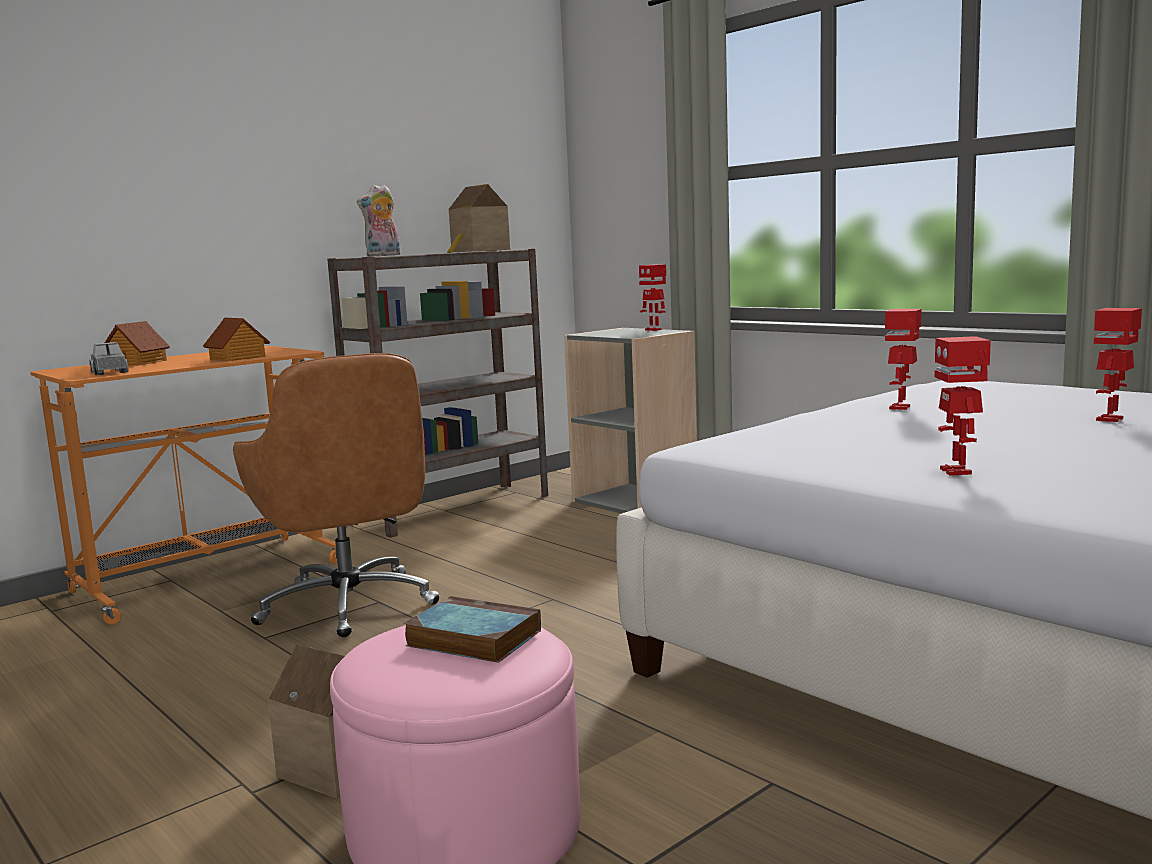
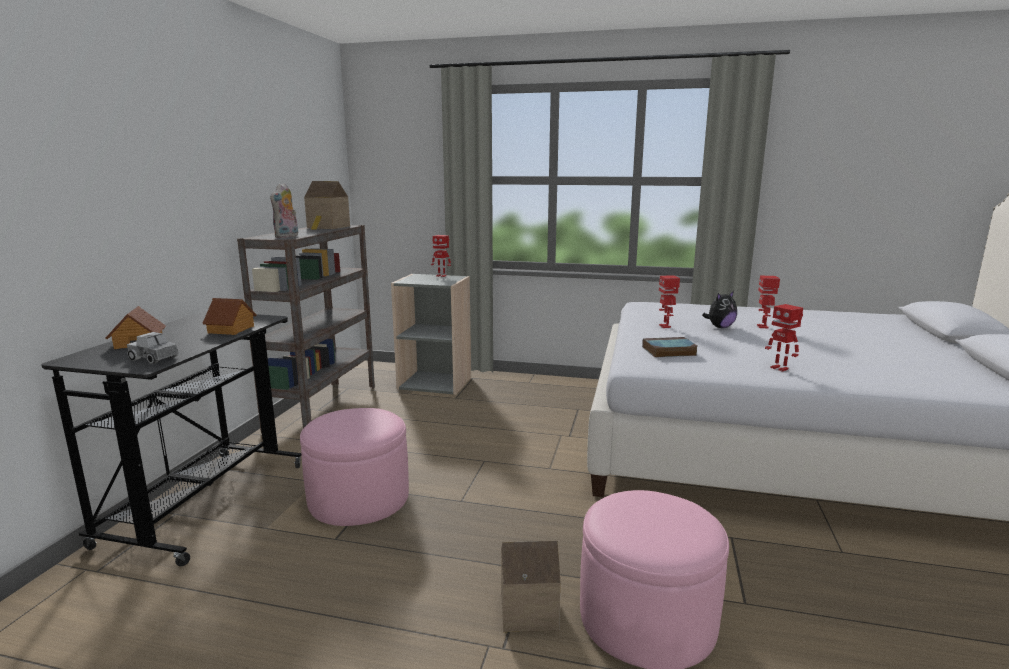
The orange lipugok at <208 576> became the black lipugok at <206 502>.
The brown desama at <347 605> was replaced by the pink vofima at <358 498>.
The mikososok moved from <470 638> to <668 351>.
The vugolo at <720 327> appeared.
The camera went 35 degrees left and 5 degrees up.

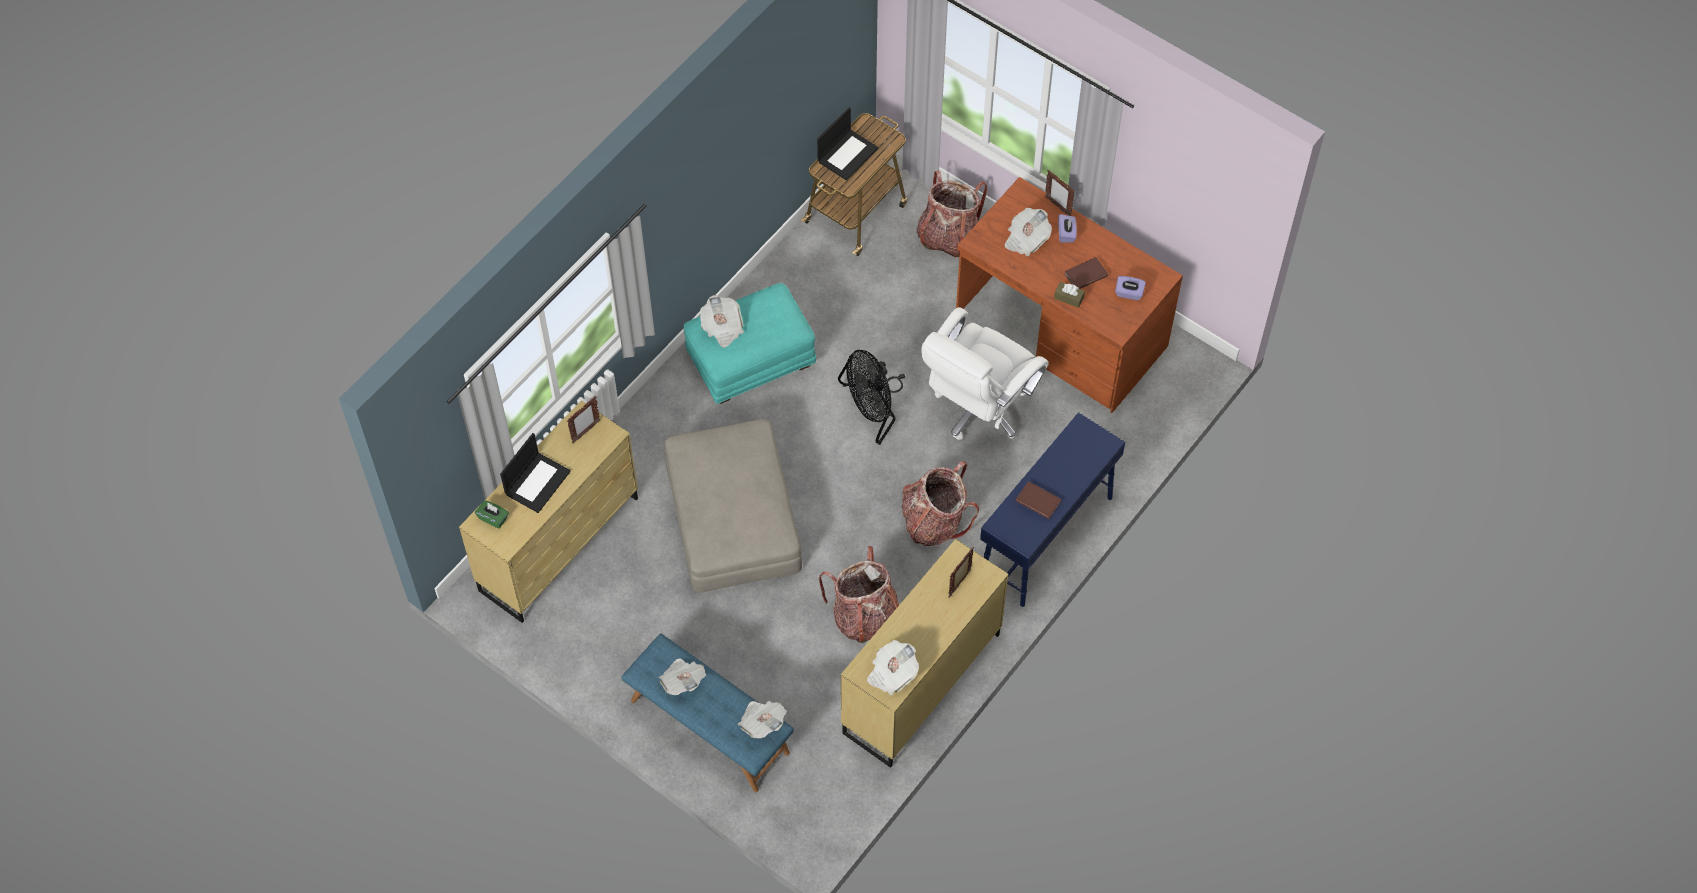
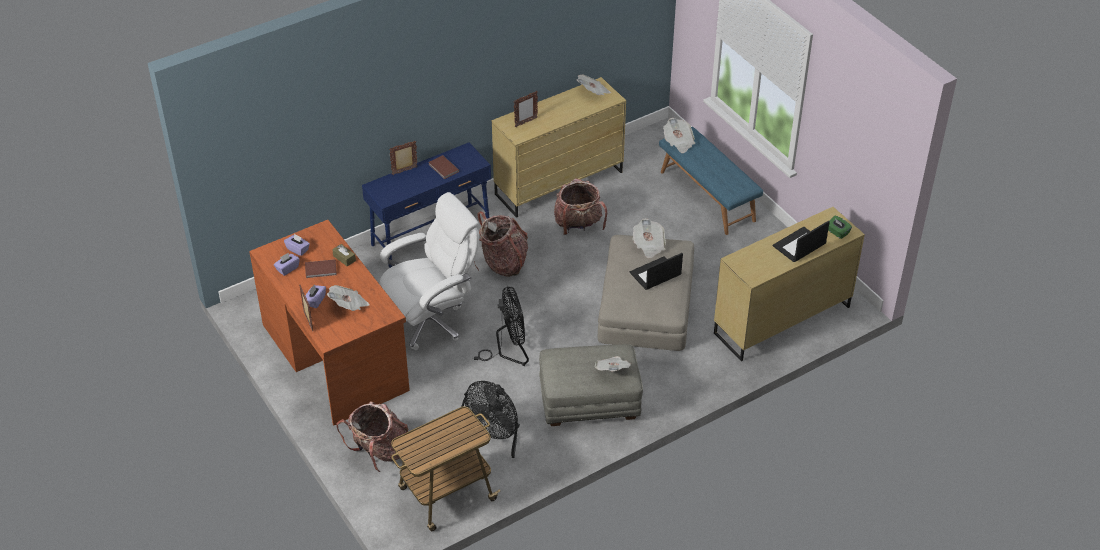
The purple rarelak at <287 268> appeared.
The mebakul moved from <585 432> to <405 171>.
The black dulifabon at <494 431> appeared.
The turquoise vofima at <751 360> became the grey vofima at <589 403>.
The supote moved from <847 154> to <655 274>.
The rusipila moved from <683 681> to <648 245>.
The camera went 160 degrees left and 15 degrees down.

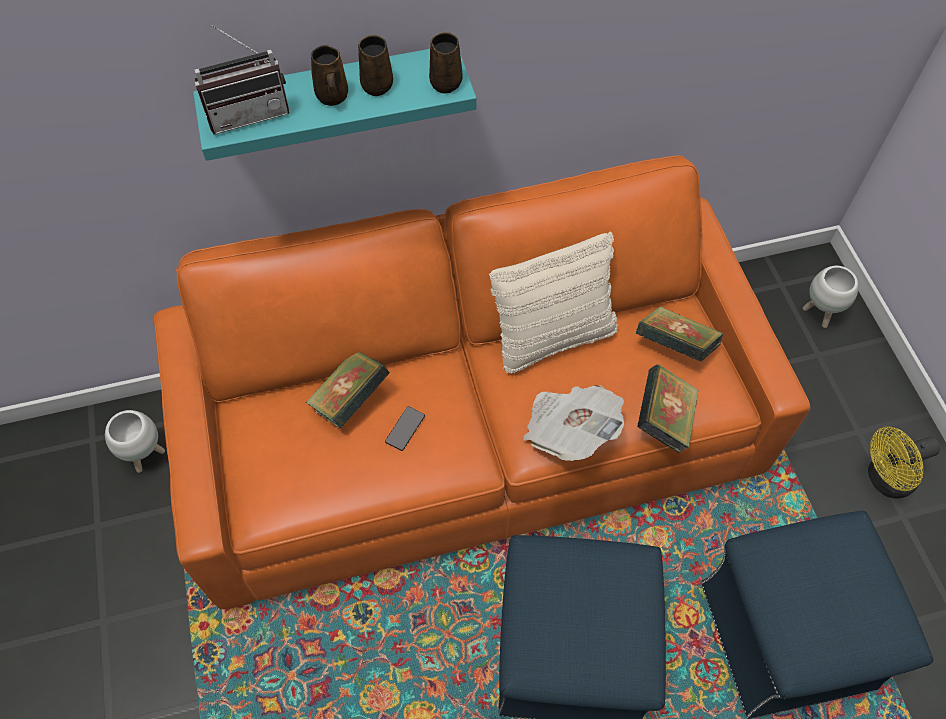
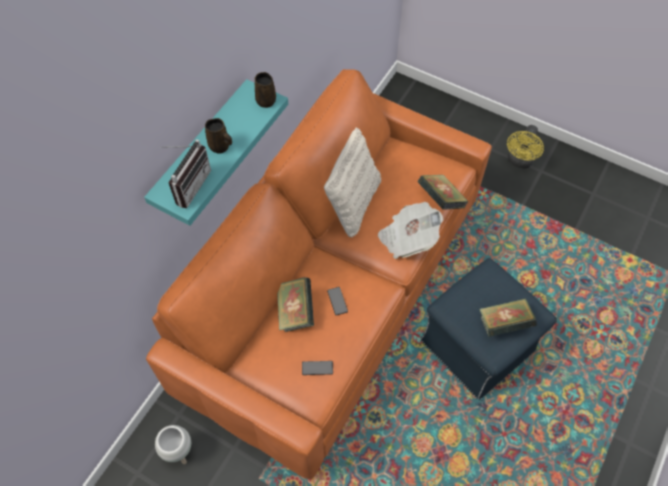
The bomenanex at <317 368> appeared.
The mikososok moved from <675 346> to <504 324>.
The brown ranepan at <378 84> disappeared.
The blue vofima at <784 632> disappeared.
The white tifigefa at <819 314> disappeared.
The camera went 45 degrees left and 0 degrees up.

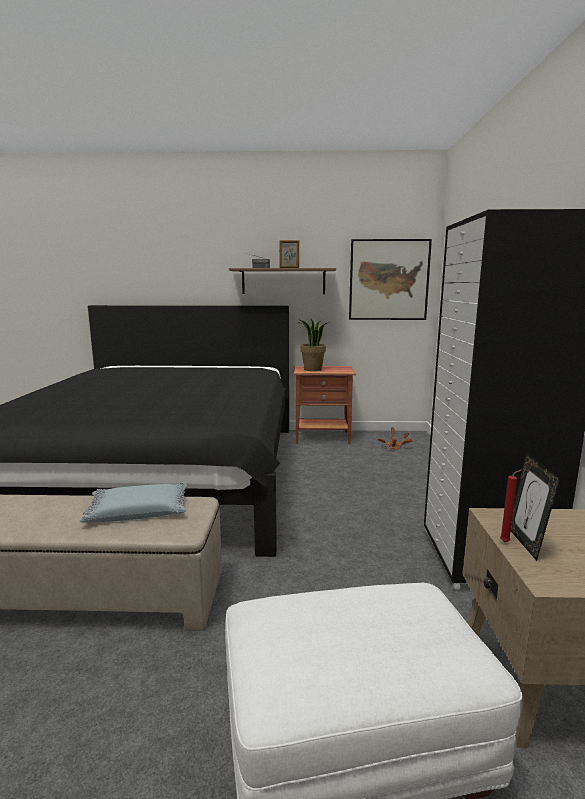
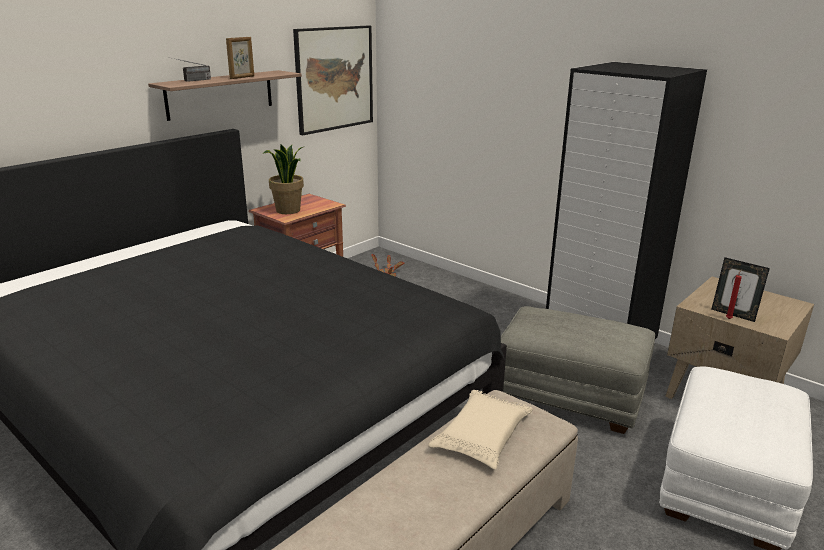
The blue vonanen at <138 509> became the beige vonanen at <482 434>.
The grey vofima at <570 395> appeared.
The camera went 50 degrees left and 10 degrees up.

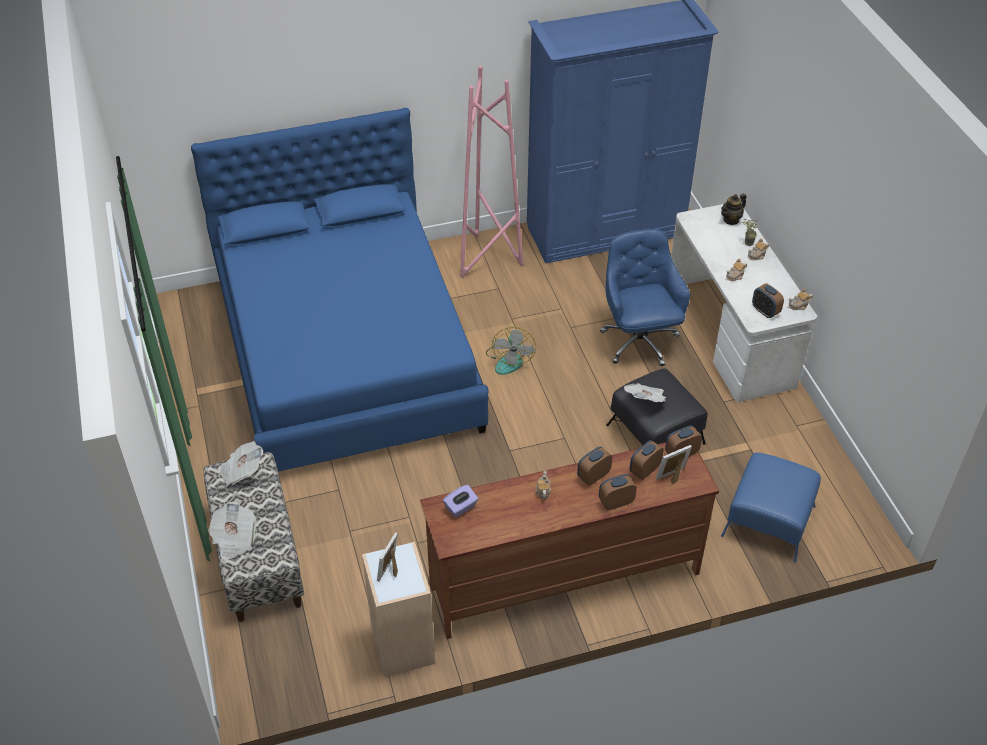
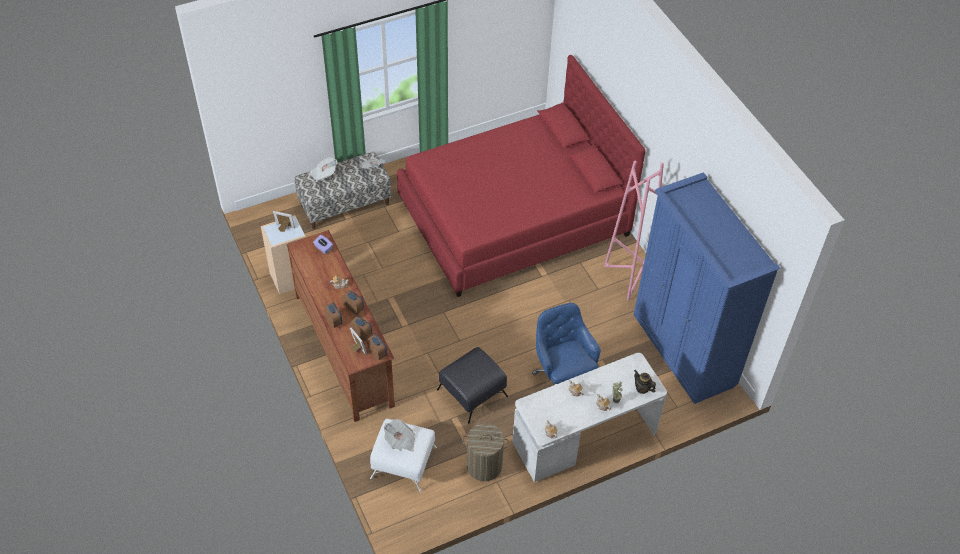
The blue vofima at <768 521> became the white vofima at <403 462>.
The rusipila moved from <645 400> to <400 441>.
The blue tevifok at <347 353> became the red tevifok at <513 216>.
The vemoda at <484 466> appeared.
The blue desama at <639 341> turned 90 degrees counterclockwise.
The dulifabon at <509 359> disappeared.
The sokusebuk at <765 311> disappeared.
The camera went 80 degrees right and 5 degrees up.

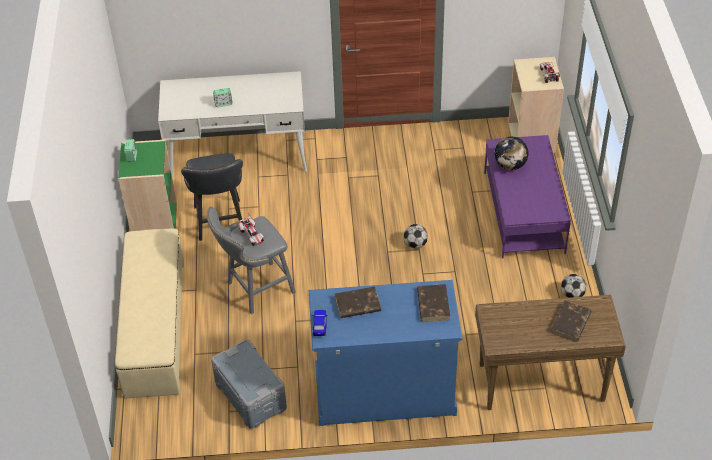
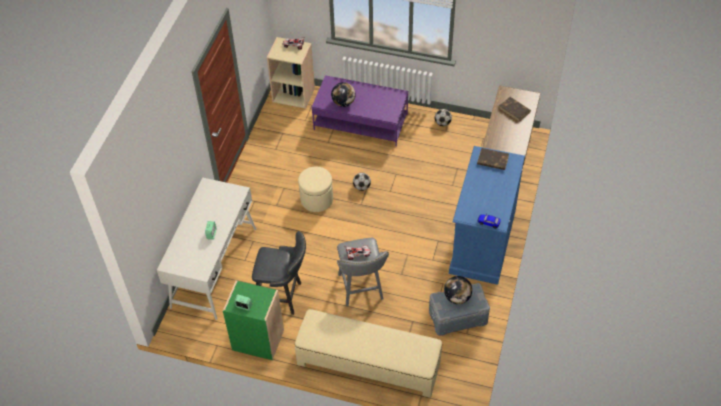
The beige vofima at <316 199> appeared.
The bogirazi at <457 297> appeared.
The brown mikososok at <357 305> disappeared.
The camera went 70 degrees left and 5 degrees up.

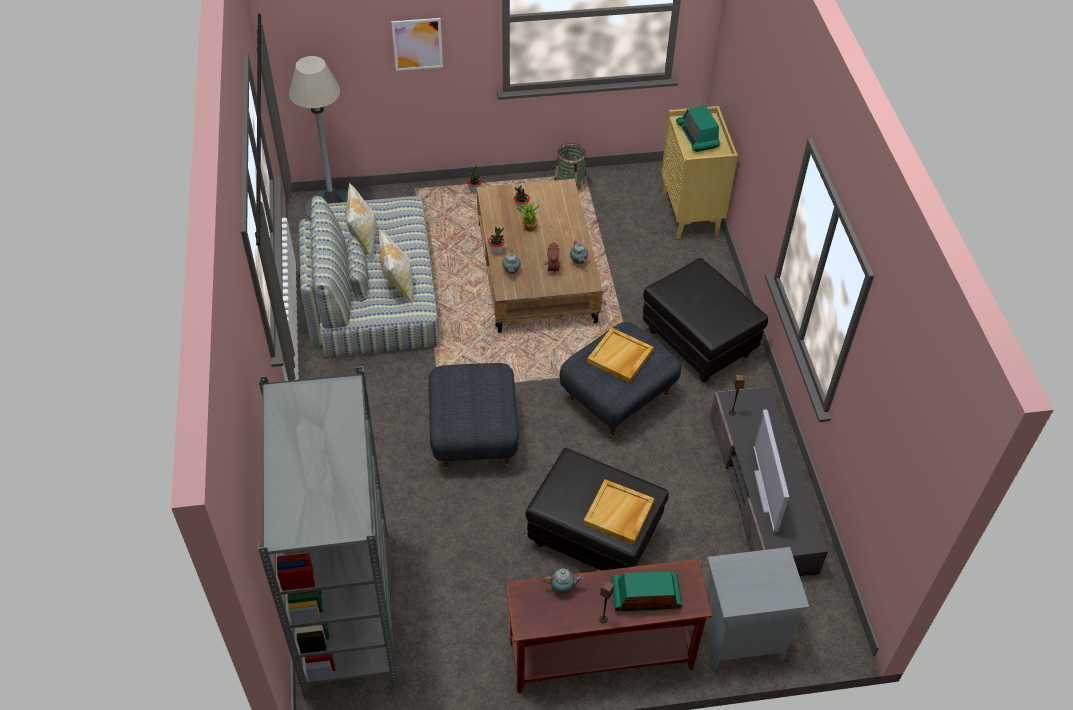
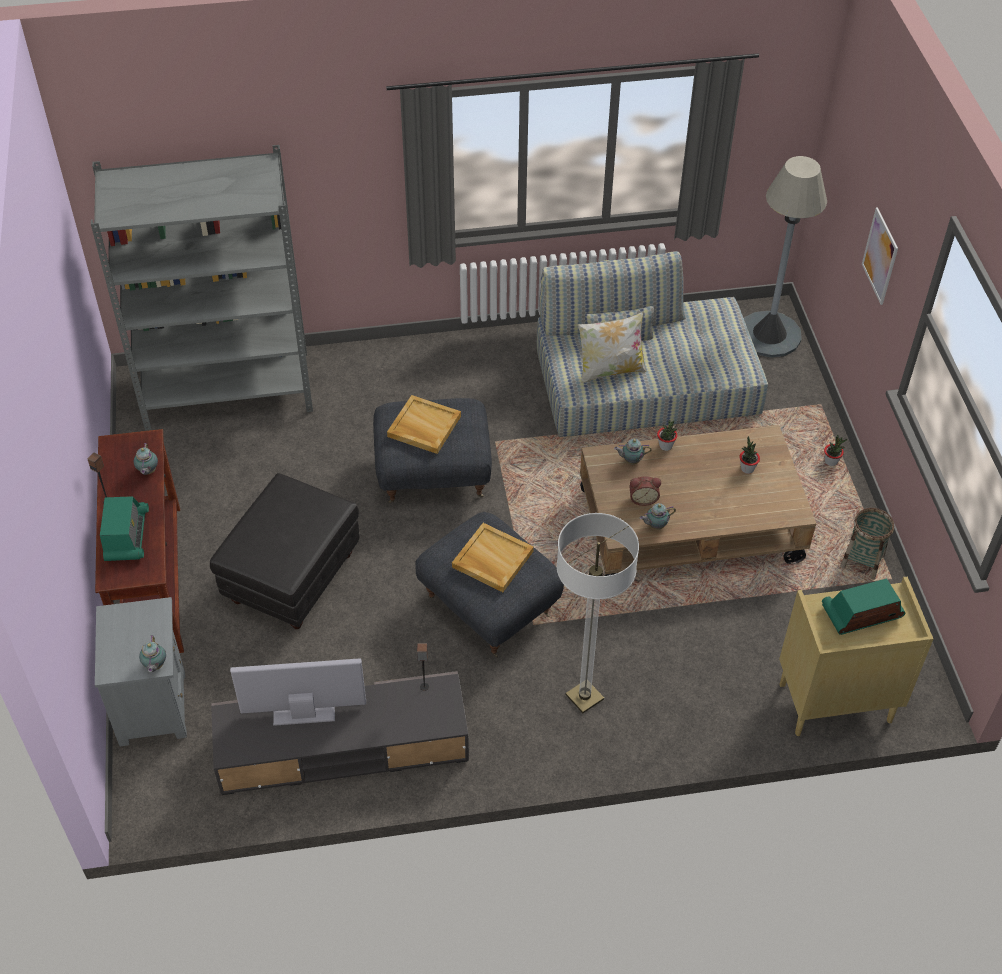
The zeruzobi at <155 666> appeared.
The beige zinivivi moved from <619 514> to <423 426>.
The black vofima at <699 342> was replaced by the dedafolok at <584 697>.
The vonanen at <363 240> disappeared.
The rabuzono at <528 228> disappeared.
The camera went 90 degrees right and 0 degrees up.

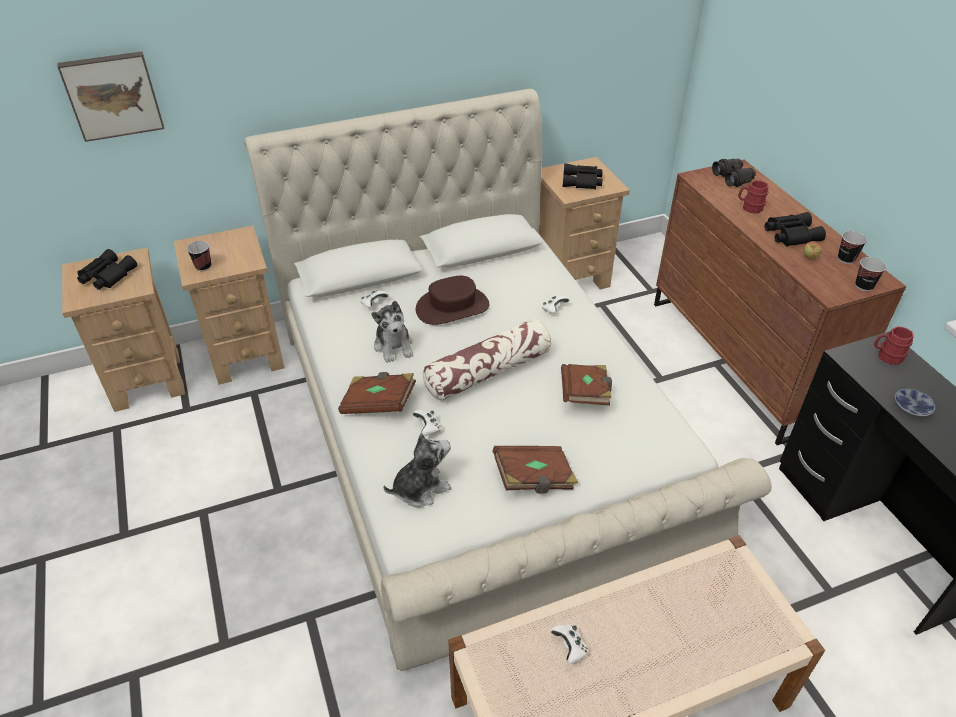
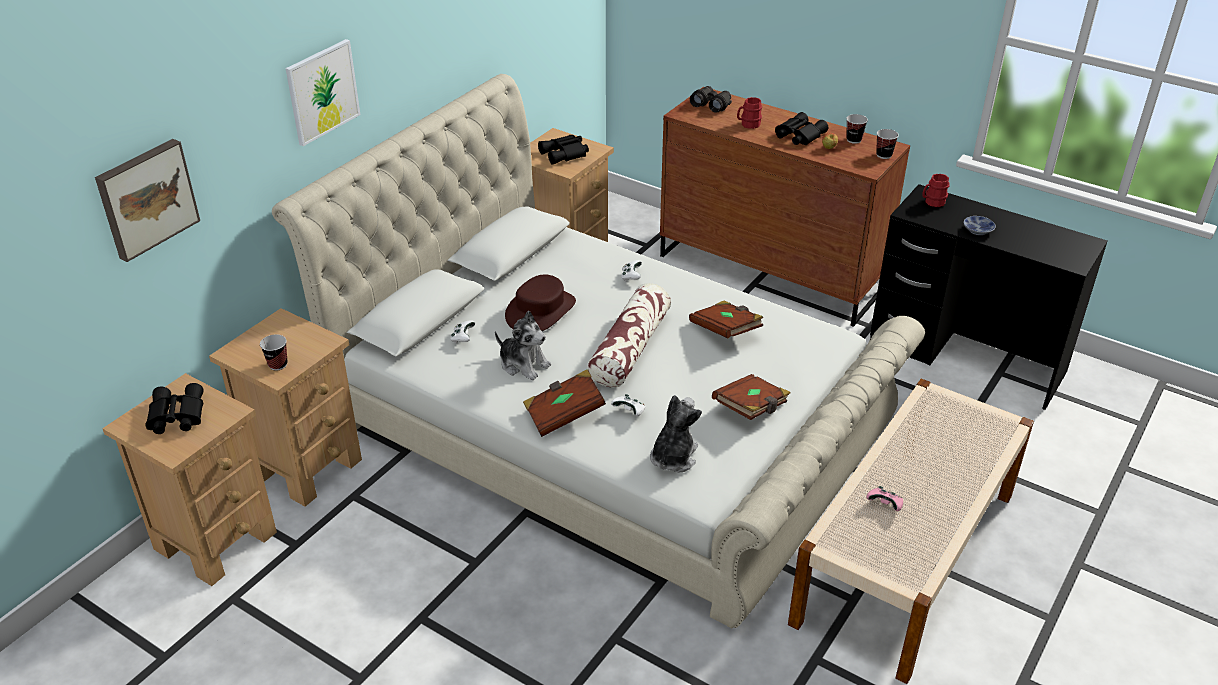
The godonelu at <322 91> appeared.
The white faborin at <570 648> became the pink faborin at <885 505>.
The camera went 35 degrees left and 5 degrees down.

